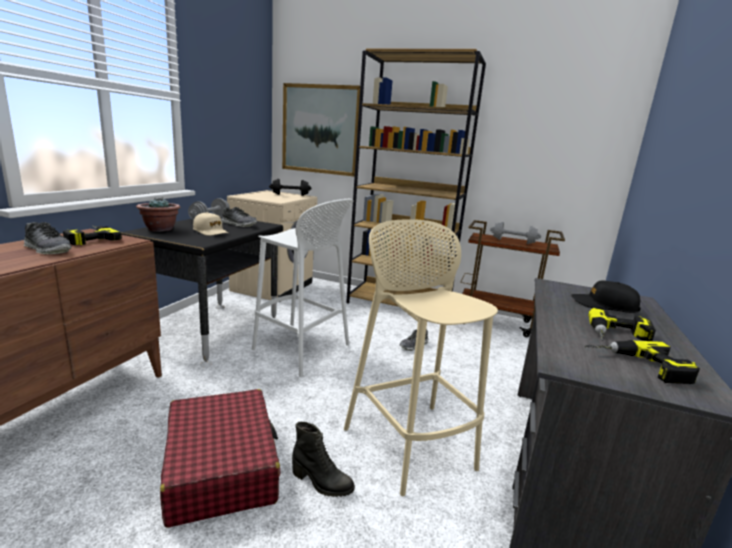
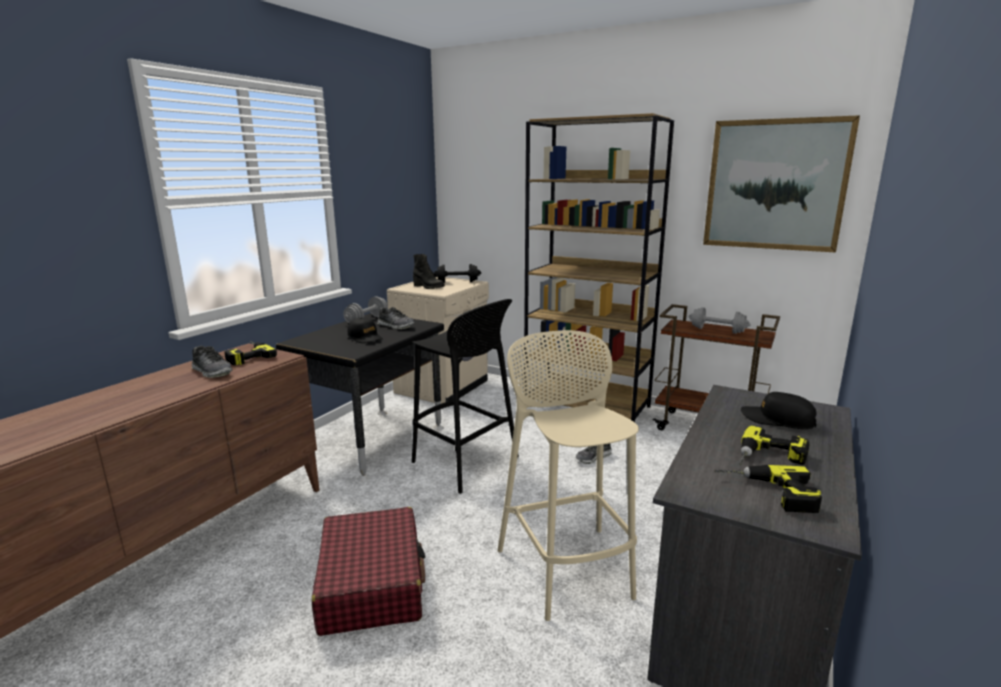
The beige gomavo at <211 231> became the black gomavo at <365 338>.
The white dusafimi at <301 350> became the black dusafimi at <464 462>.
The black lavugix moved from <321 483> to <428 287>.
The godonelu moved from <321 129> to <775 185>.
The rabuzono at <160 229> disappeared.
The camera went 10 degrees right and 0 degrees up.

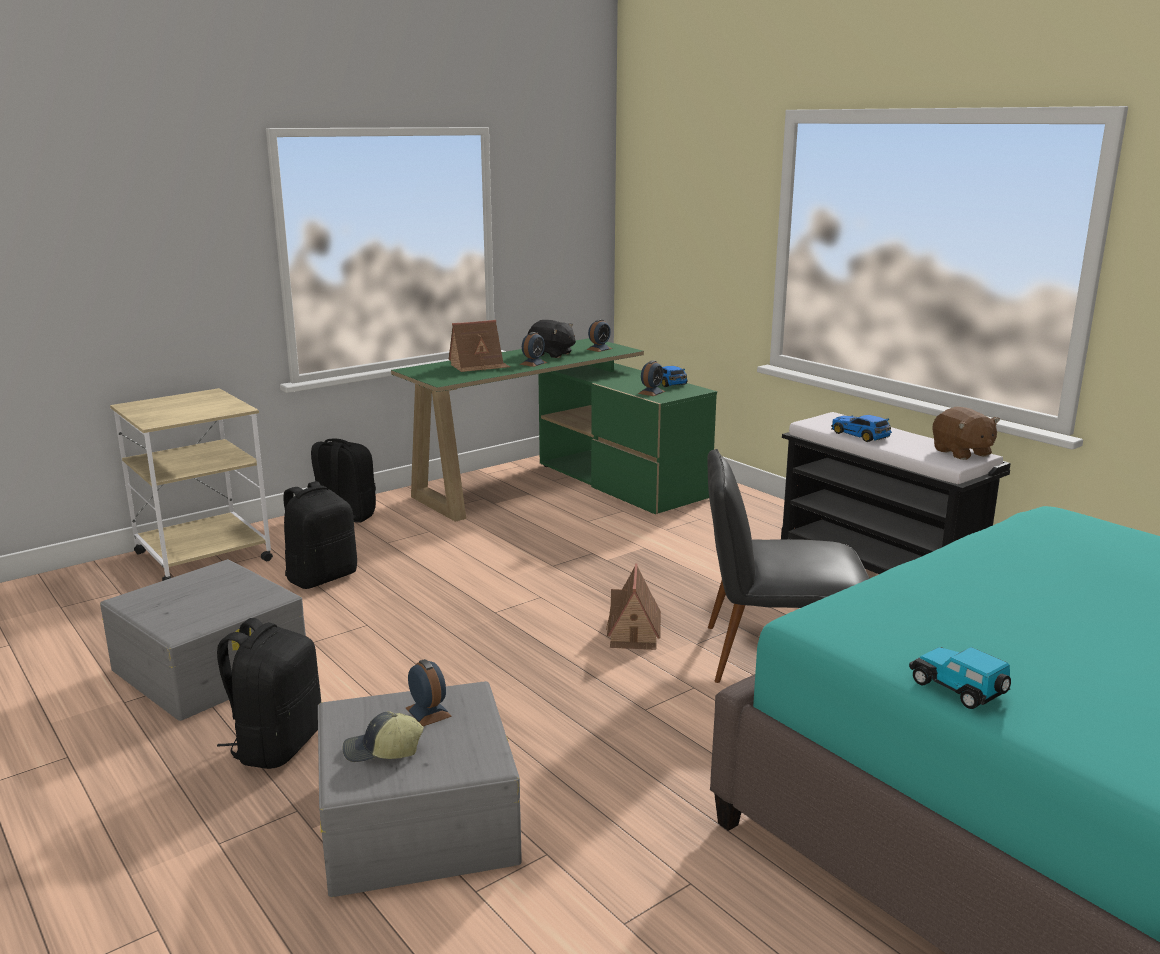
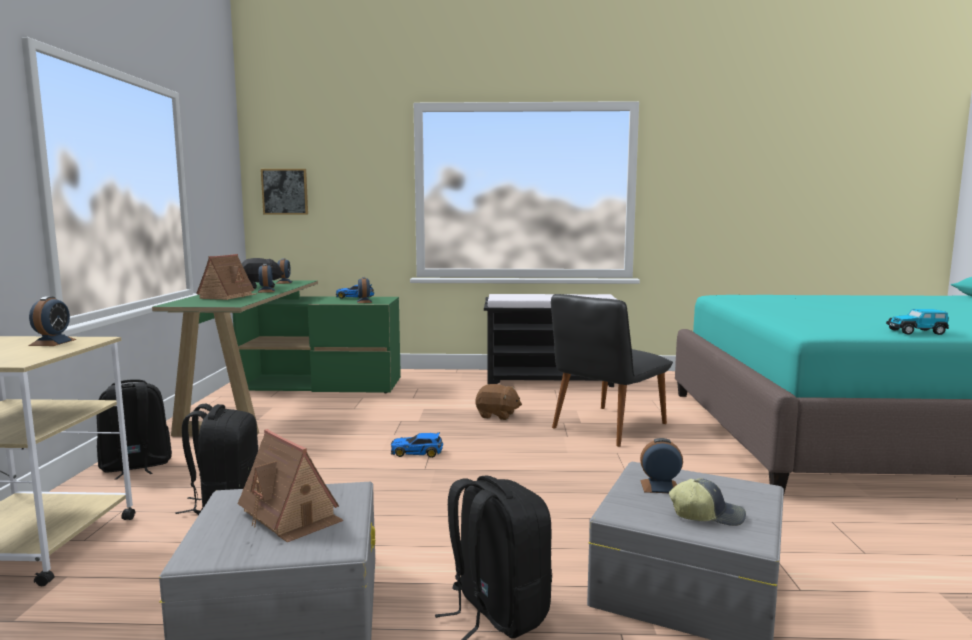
The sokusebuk at <52 342> appeared.
The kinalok moved from <634 631> to <291 515>.
The godonelu at <285 191> appeared.
The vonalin moved from <860 435> to <418 452>.
The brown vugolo moved from <961 453> to <497 415>.
The gomavo at <382 751> turned 120 degrees counterclockwise.
The camera went 50 degrees left and 10 degrees down.

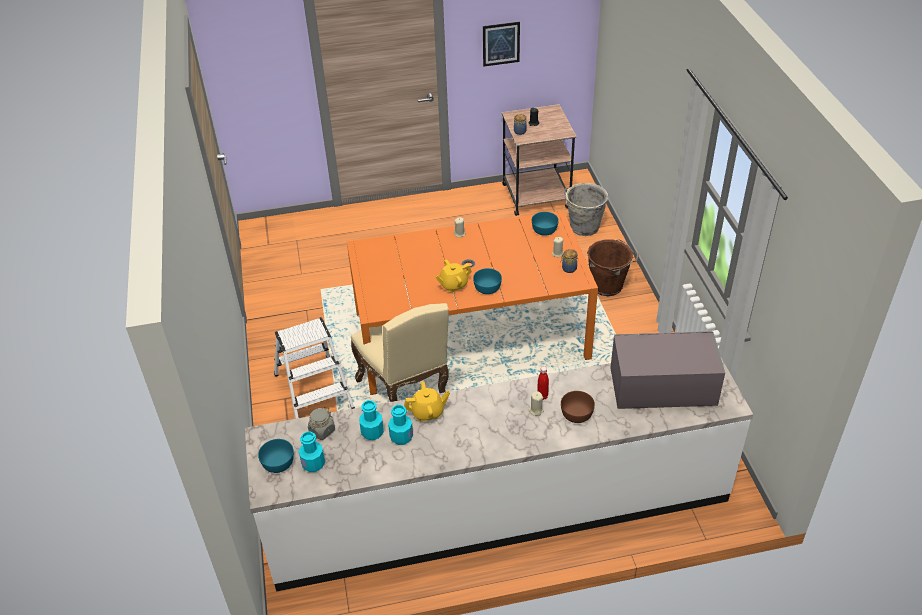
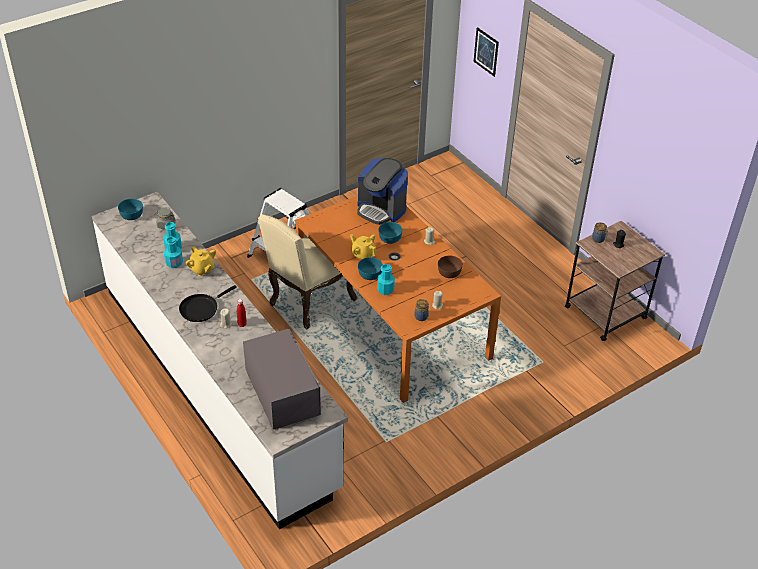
The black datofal at <201 308> appeared.
The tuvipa at <381 209> appeared.
The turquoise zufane moved from <313 464> to <385 290>.
The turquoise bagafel moved from <544 230> to <389 238>.
The brown bagafel moved from <577 414> to <449 273>.
The godonelu moved from <501 44> to <486 51>.
The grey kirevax at <583 227> disappeared.
The brown kirevax at <608 286> disappeared.
The camera went 65 degrees right and 0 degrees up.

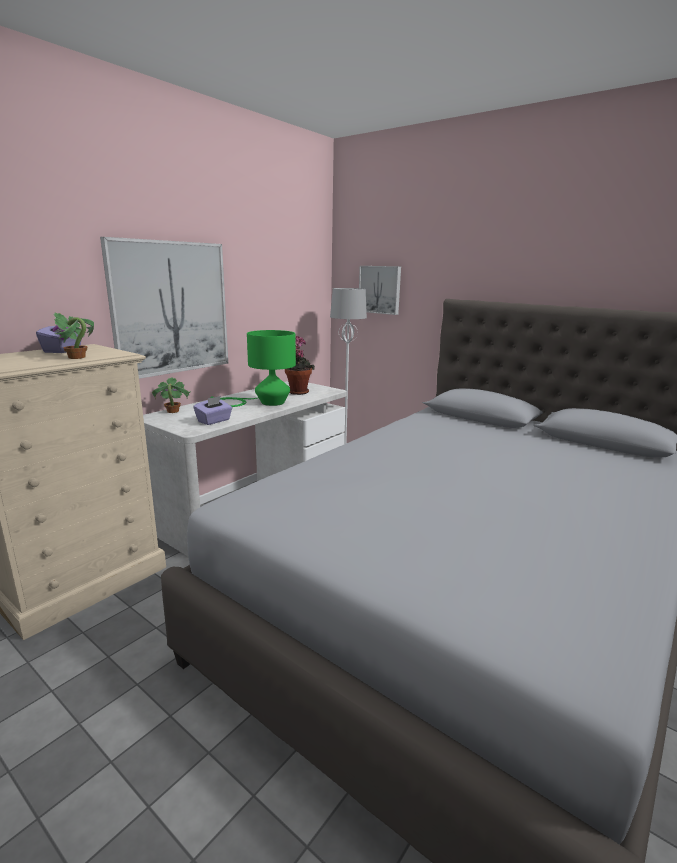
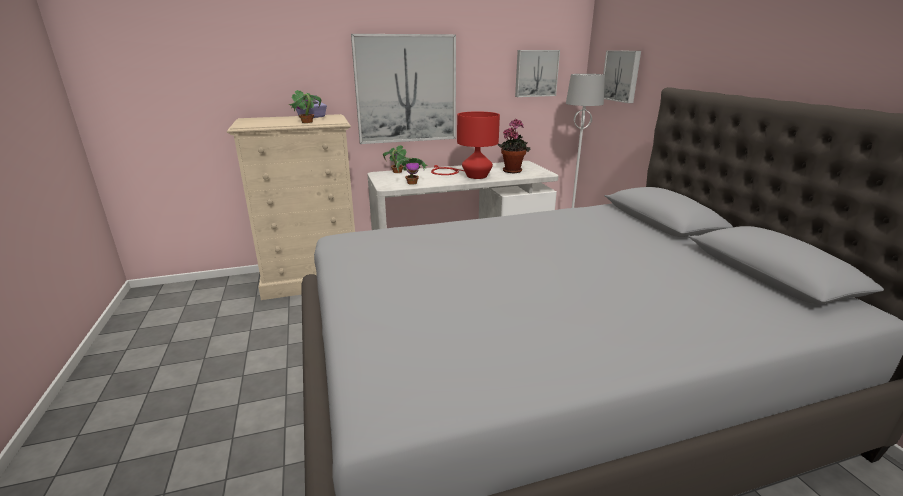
The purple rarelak at <214 421> was replaced by the rabuzono at <412 183>.
The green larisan at <255 402> became the red larisan at <464 174>.
The godonelu at <536 73> appeared.
The camera went 35 degrees right and 5 degrees up.

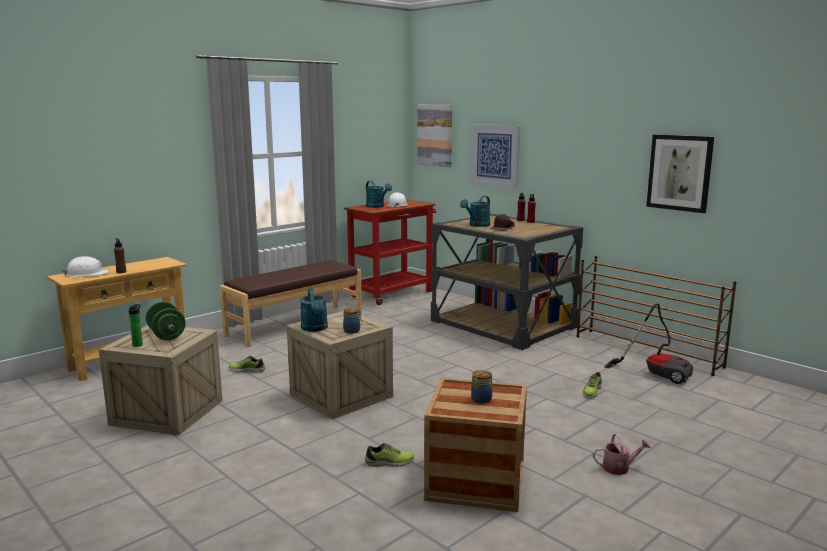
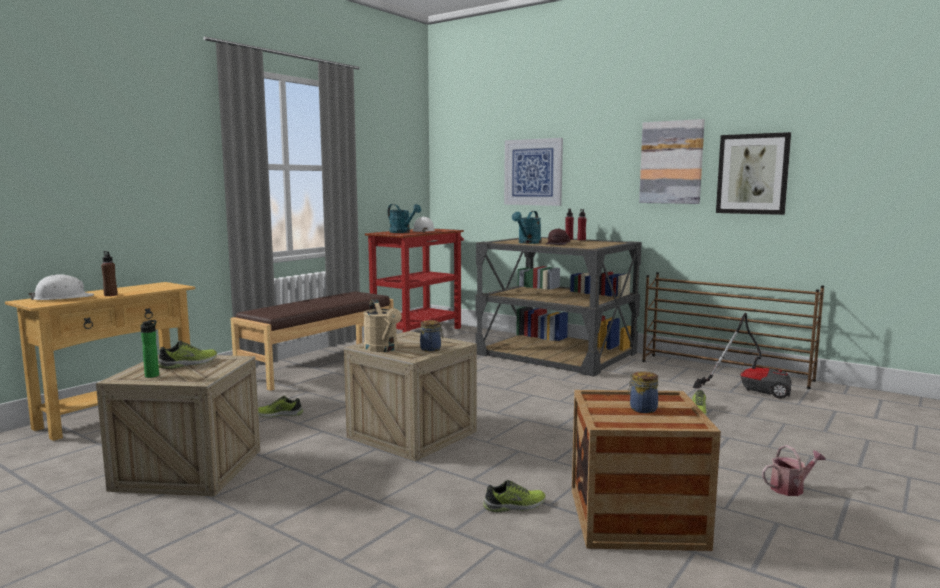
The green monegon at <166 335> was replaced by the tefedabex at <188 364>.
The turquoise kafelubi at <315 329> became the beige kafelubi at <383 349>.
The godonelu moved from <435 135> to <671 162>.
The camera went 10 degrees left and 5 degrees down.

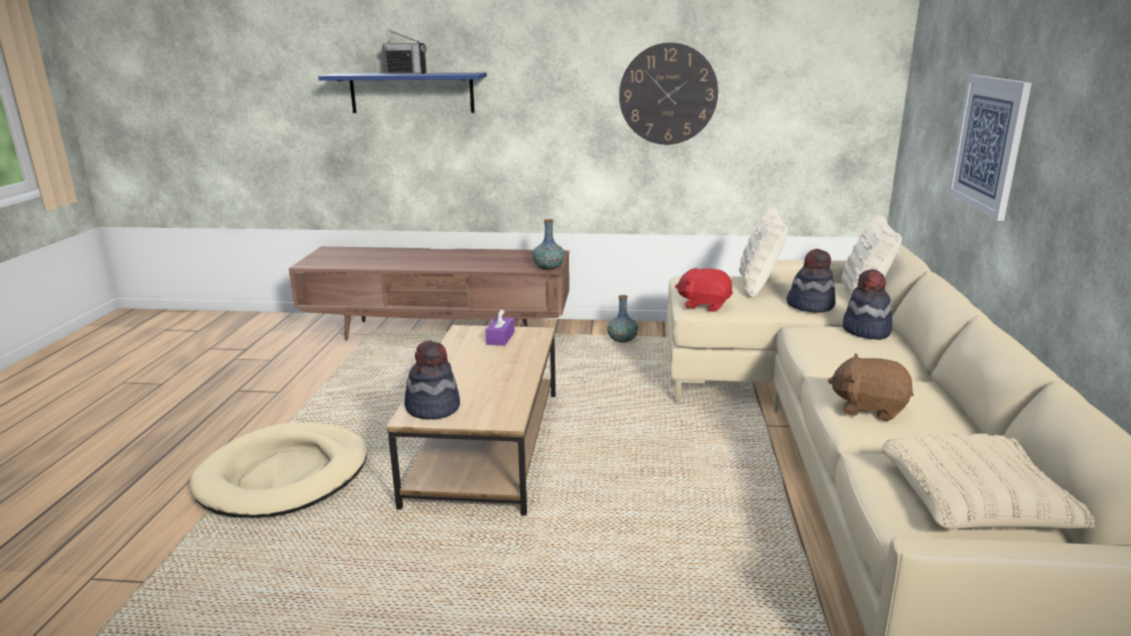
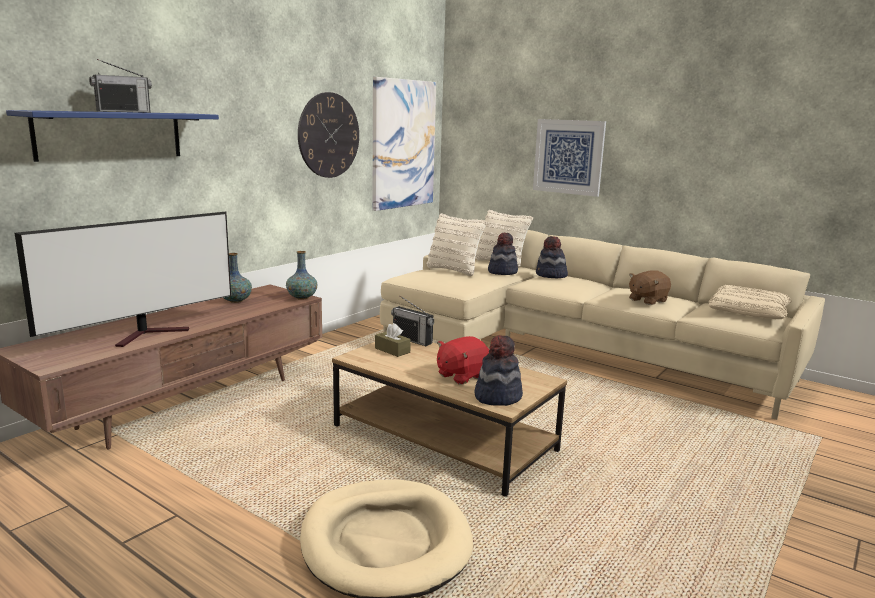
The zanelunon at <150 334> appeared.
The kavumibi moved from <622 340> to <236 300>.
The godonelu at <403 144> appeared.
The purple rarelak at <500 338> became the brown rarelak at <392 350>.
The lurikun at <412 340> appeared.
The red vugolo moved from <704 305> to <461 376>.
The camera went 60 degrees left and 5 degrees down.

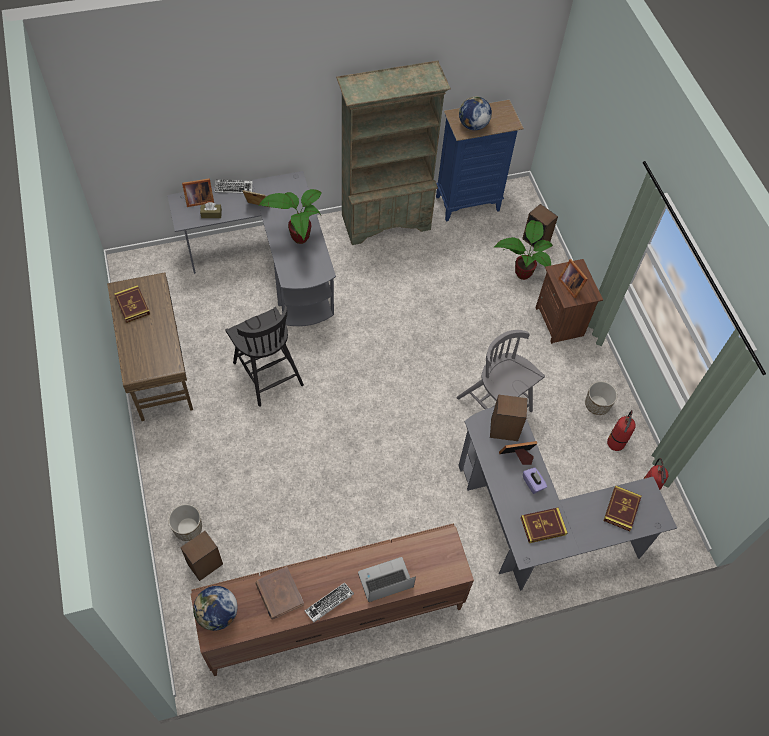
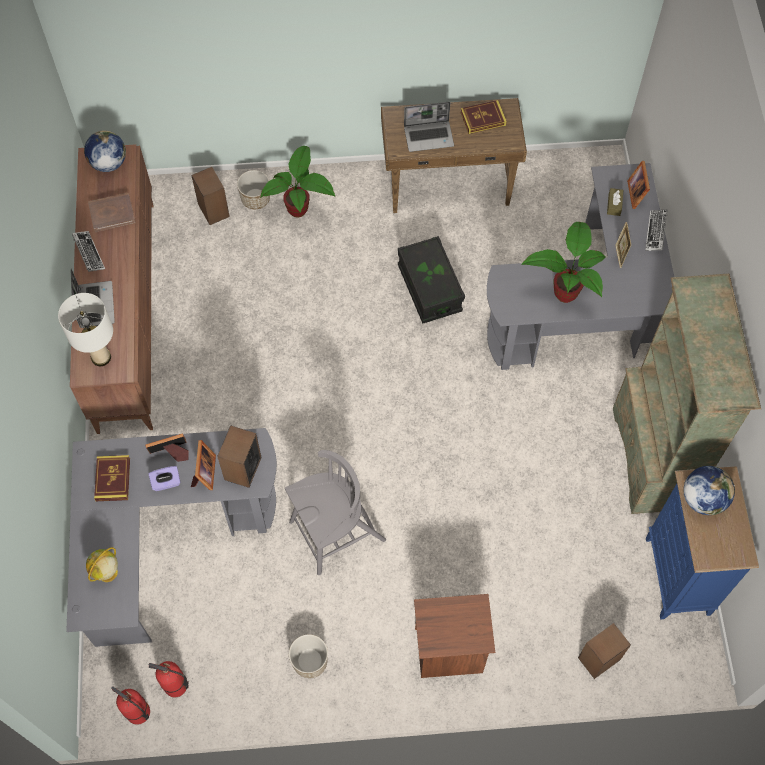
The white larisan at <101 357> appeared.
The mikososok at <621 509> was replaced by the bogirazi at <107 573>.
The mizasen moved from <616 443> to <138 712>.
The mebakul moved from <571 285> to <171 453>.
The rabuzono moved from <522 272> to <301 211>.
The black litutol at <267 372> was replaced by the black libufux at <429 288>.
The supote at <429 136> appeared.
The camera went 105 degrees right and 5 degrees up.

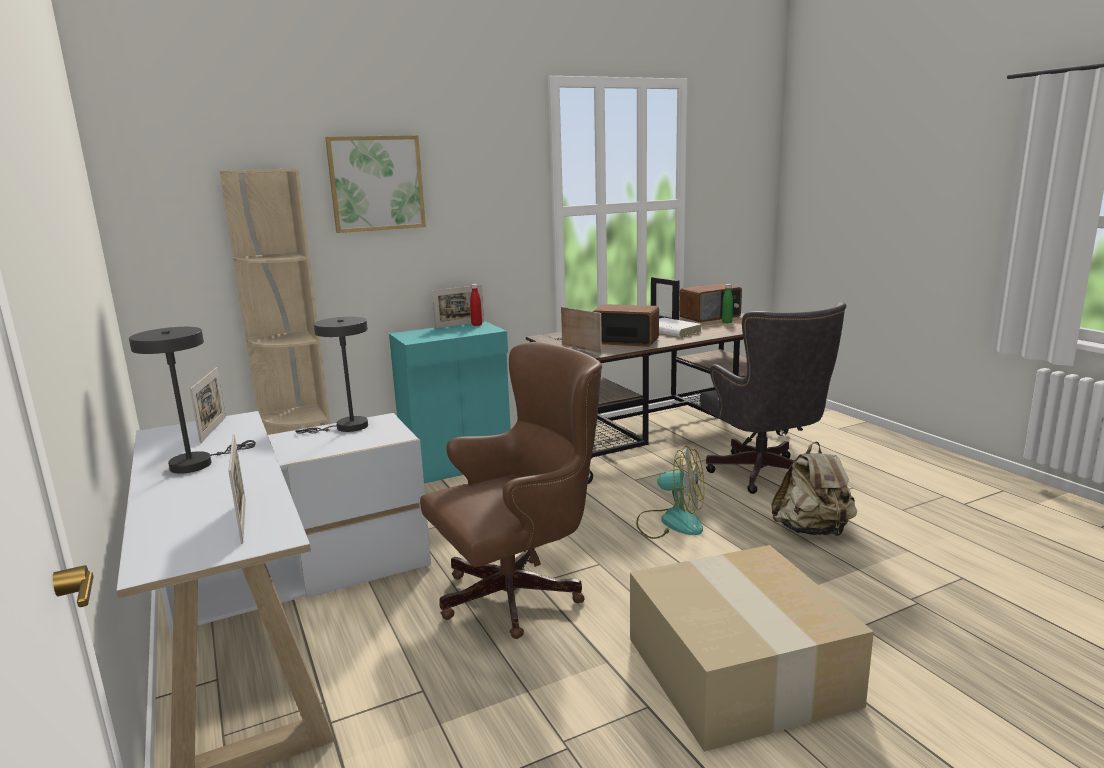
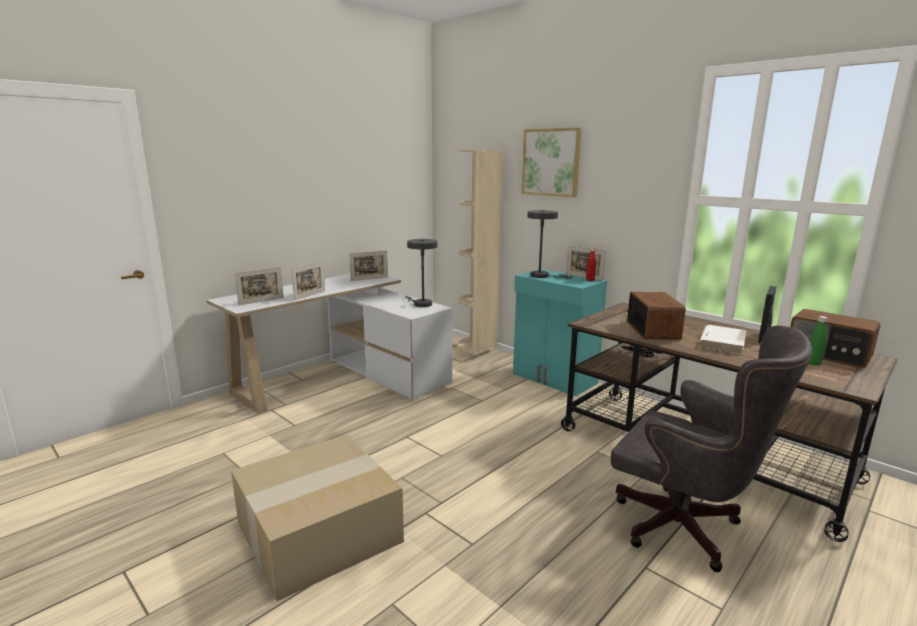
The mebakul moved from <581 349> to <310 295>.
The grey larisan moved from <198 463> to <543 276>.
The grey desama at <764 475> turned 105 degrees counterclockwise.
The brown desama at <518 593> disappeared.
The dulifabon at <671 522> disappeared.
The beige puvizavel at <812 531> disappeared.
The camera went 70 degrees right and 0 degrees up.

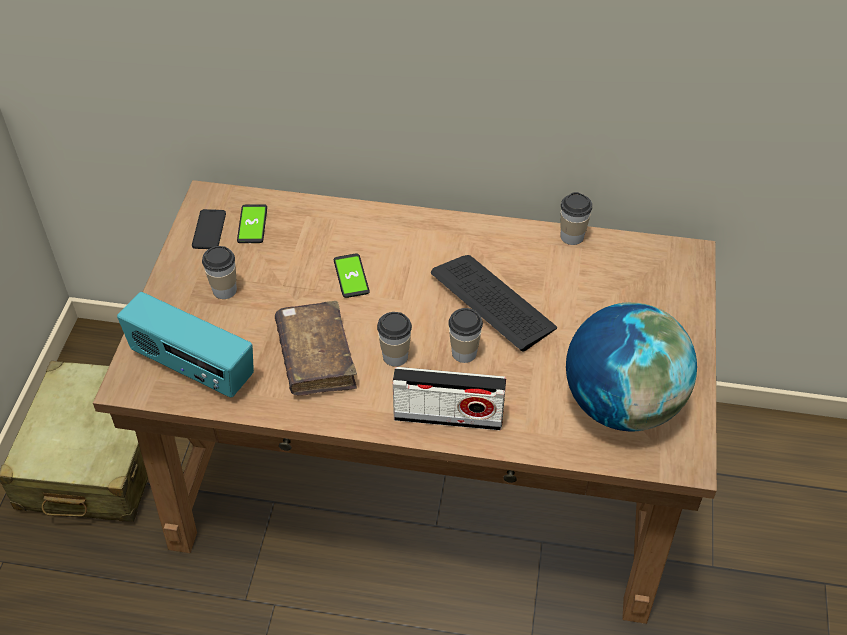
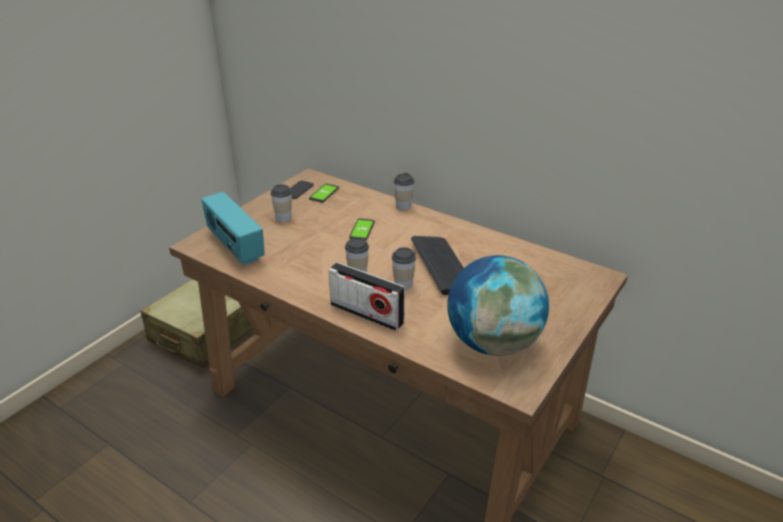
The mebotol moved from <572 236> to <403 206>.
The brown mikososok at <316 357> disappeared.
The camera went 25 degrees right and 15 degrees down.

